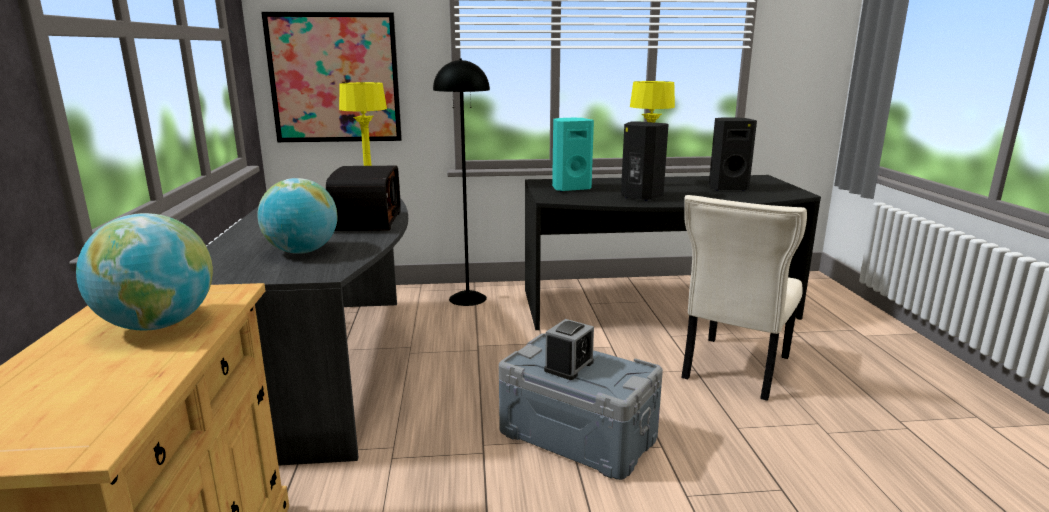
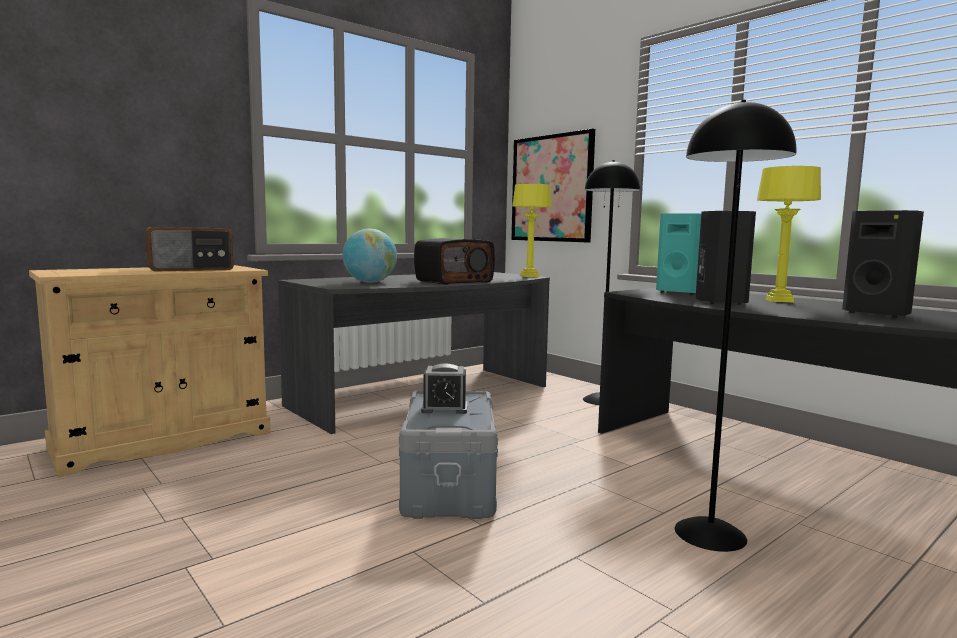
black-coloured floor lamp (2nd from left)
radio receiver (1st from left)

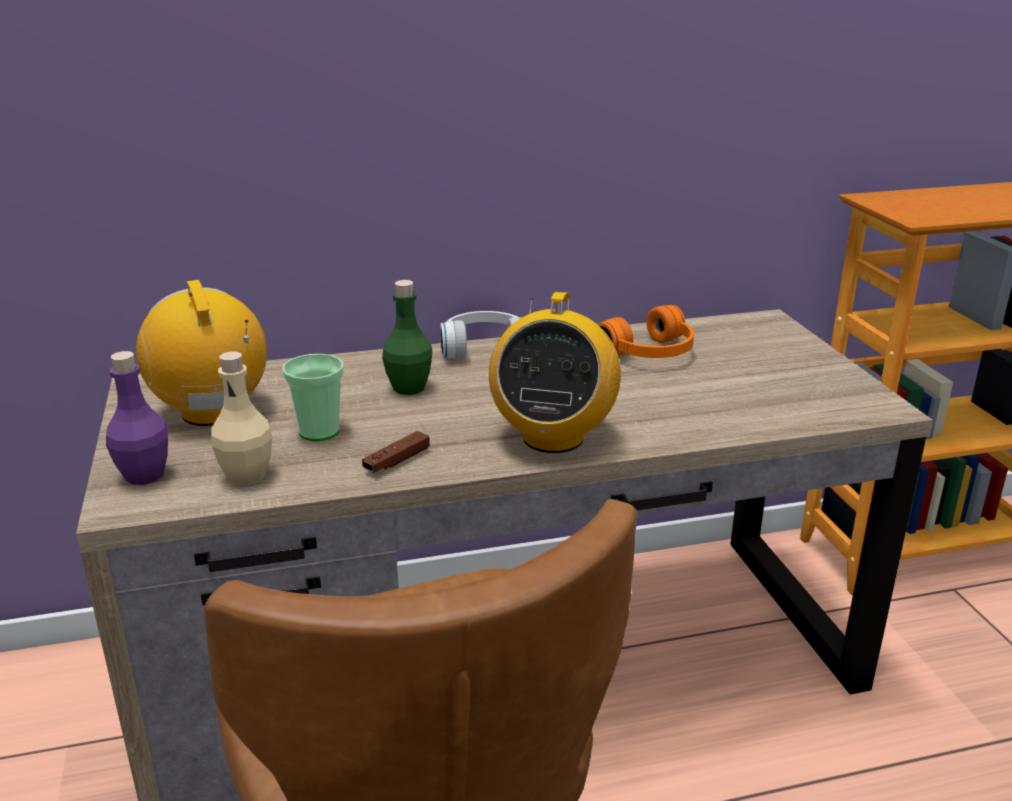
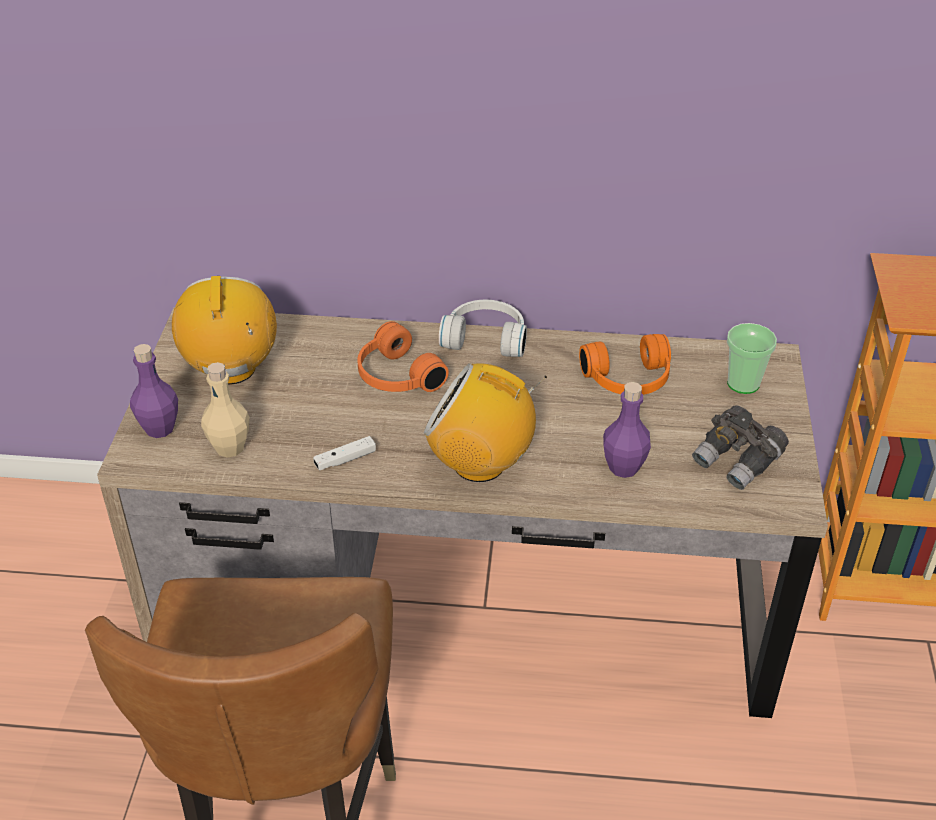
orange-coloured headphones (1st from left)
radio receiver (2nd from left)
small cup
white-coloured joypad
purplish bottle (2nd from left)
gray pair of binoculars

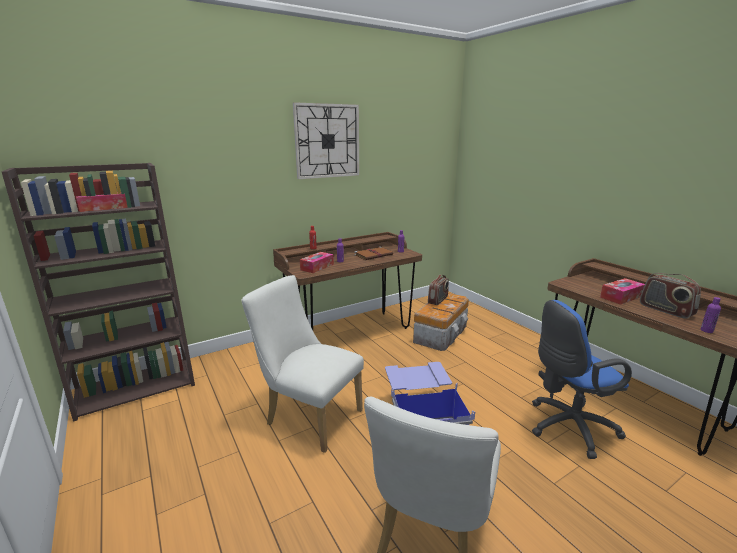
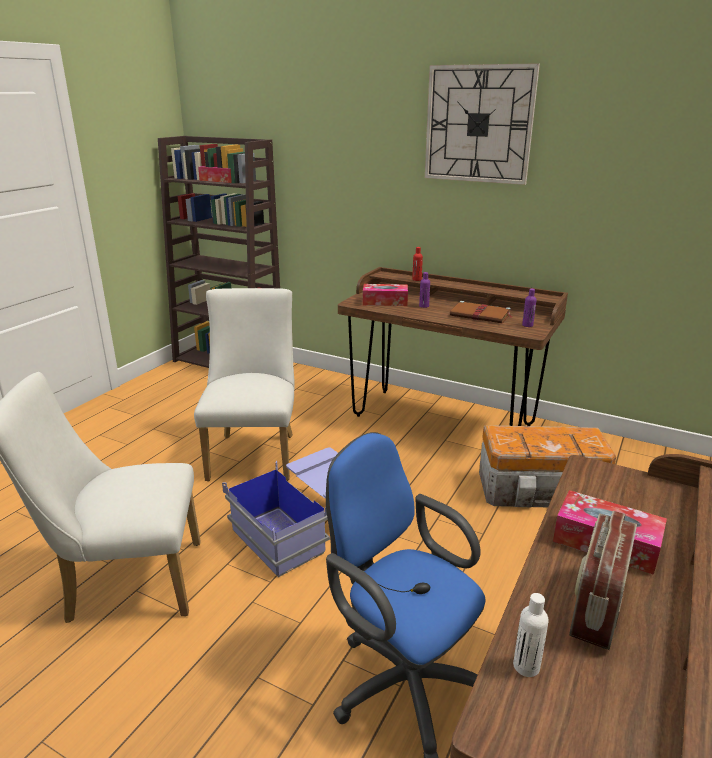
radio receiver (1st from left in the first image)
white-coloured bottle

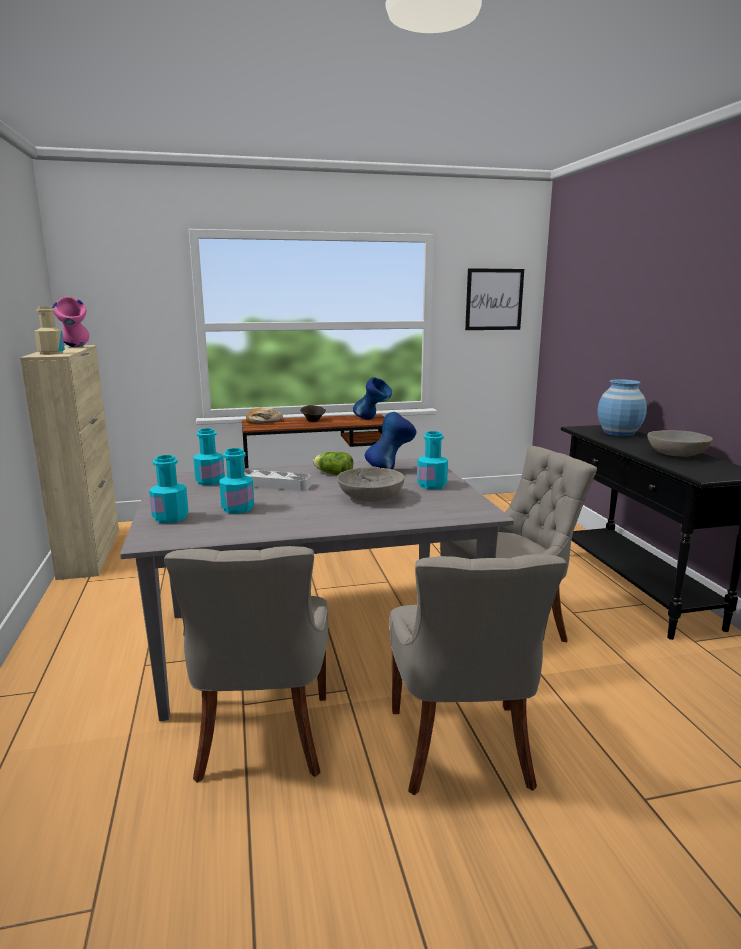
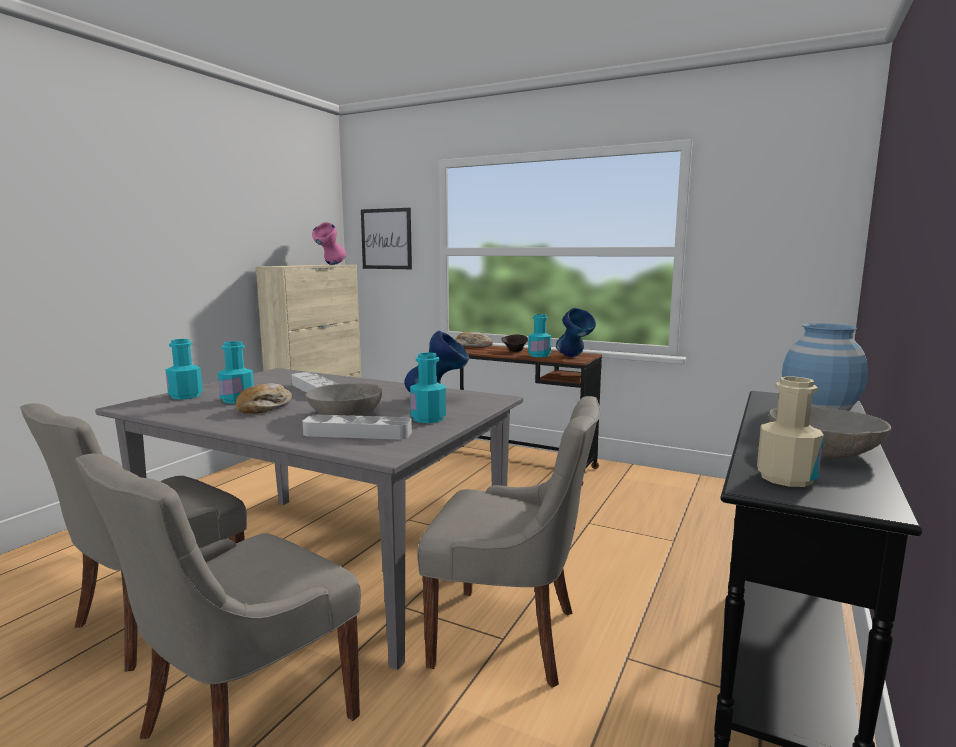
wall picture
beige bottle
blue-green bottle (4th from left)
lettuce
bakery bread (1st from left)
gray carrying tray (2nd from left)

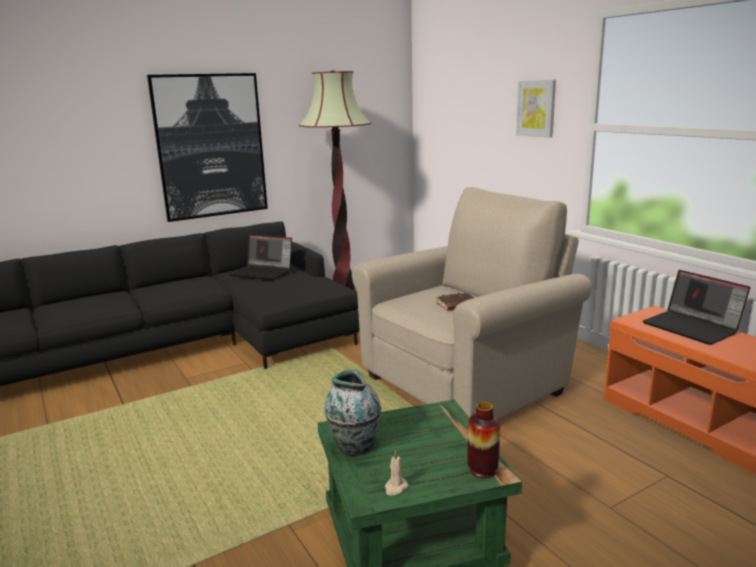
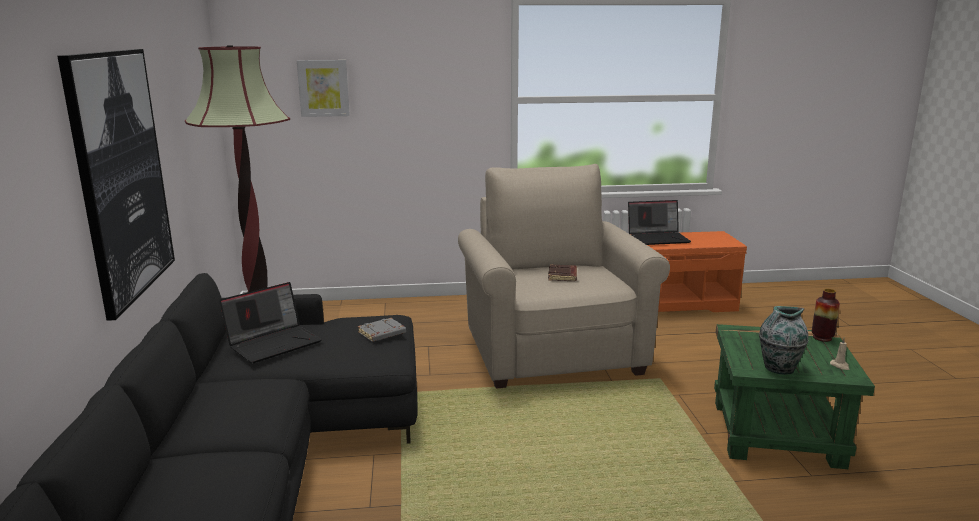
wall picture (2nd from left)
gray book

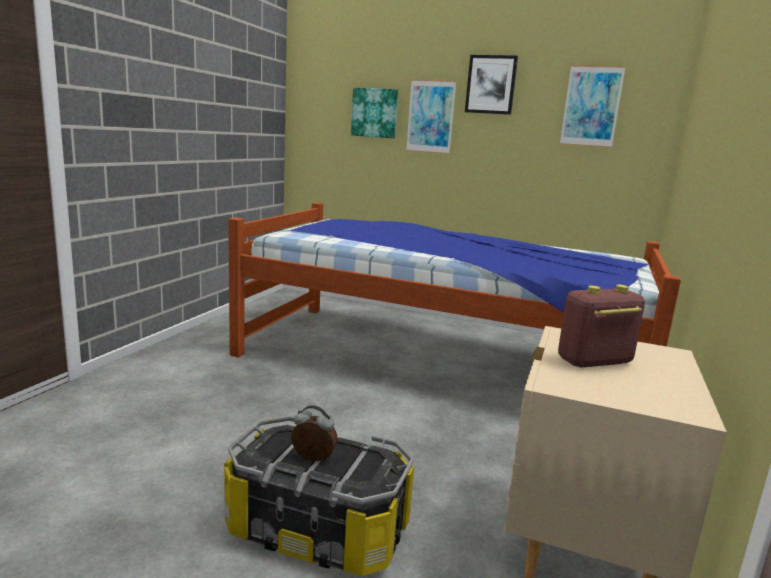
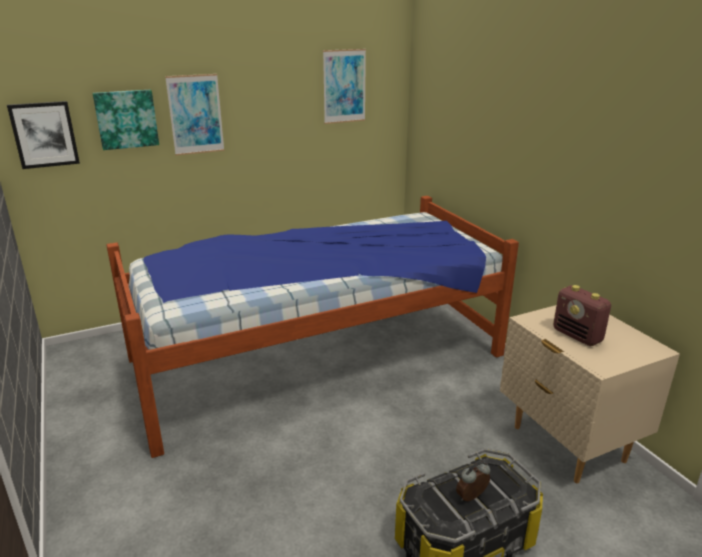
wall picture (1st from left)
radio receiver

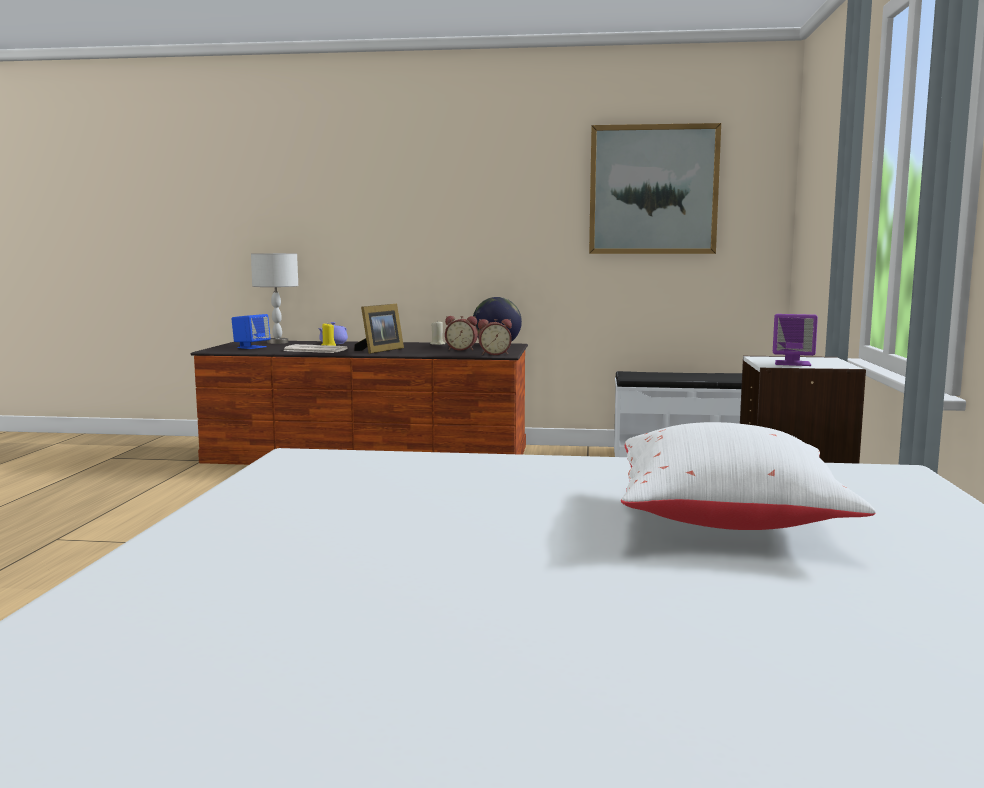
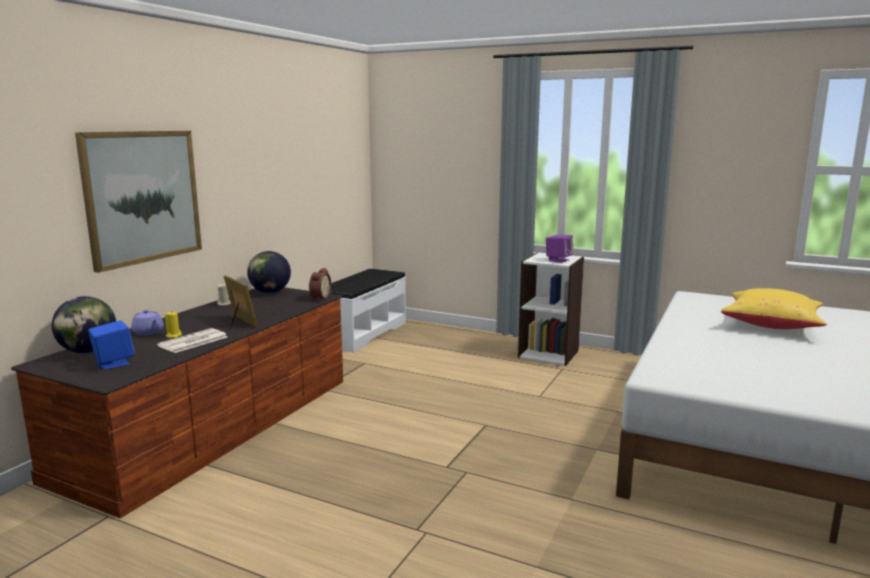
wall picture
desk globe (1st from left)
alarm clock (1st from left in the first image)
yellowish cushion

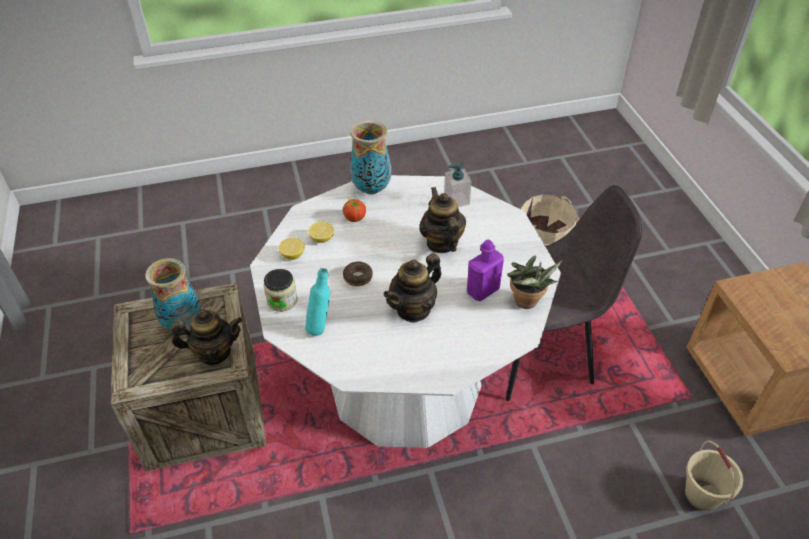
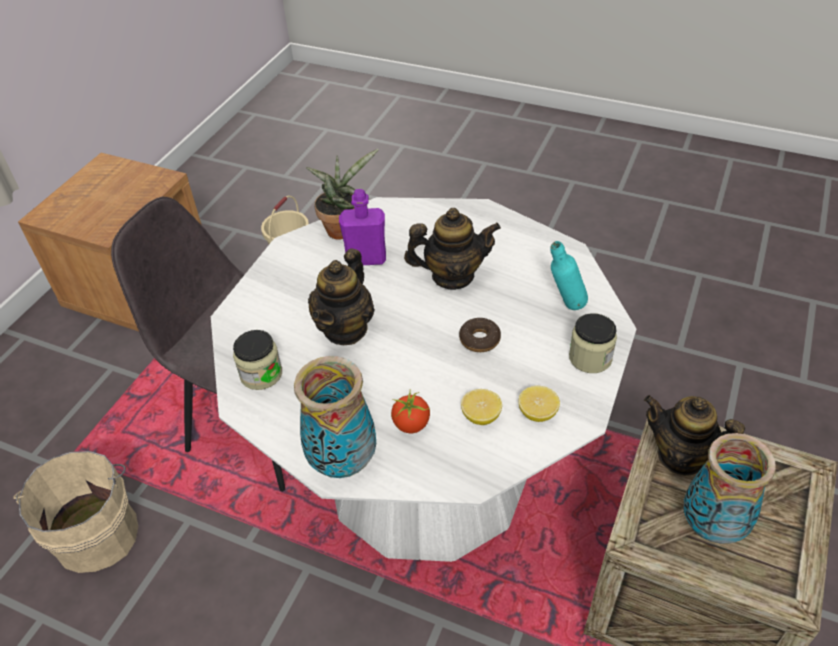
preserve jar (1st from left)

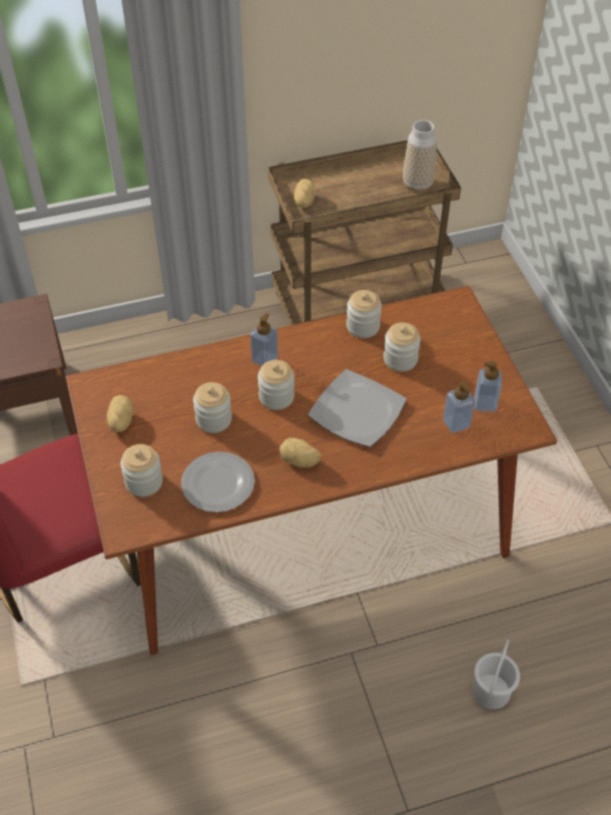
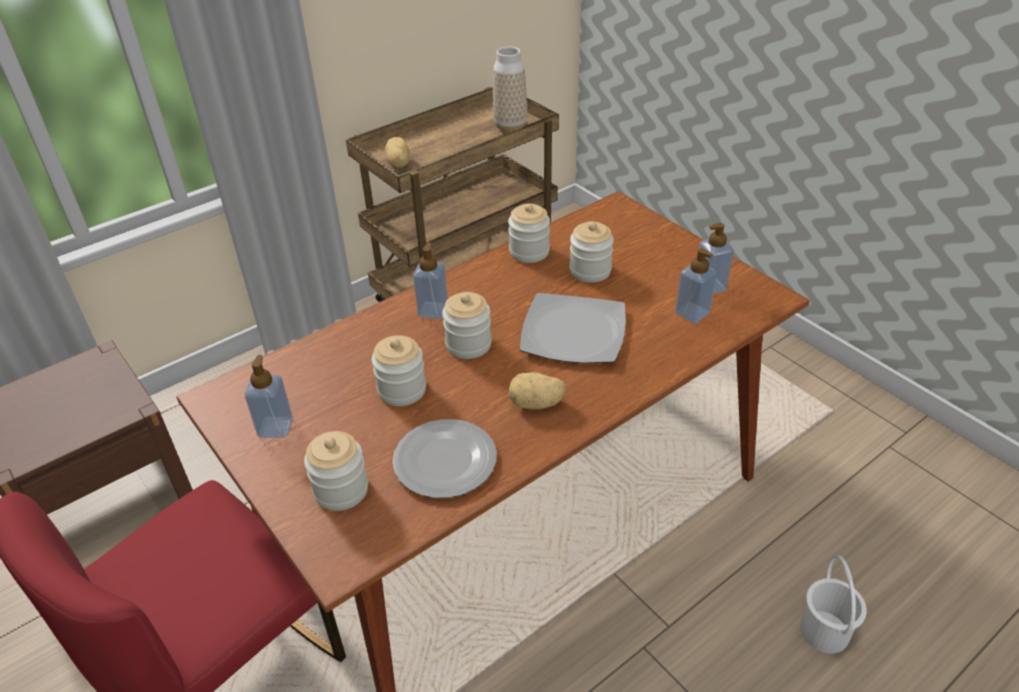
soap bottle (1st from left)

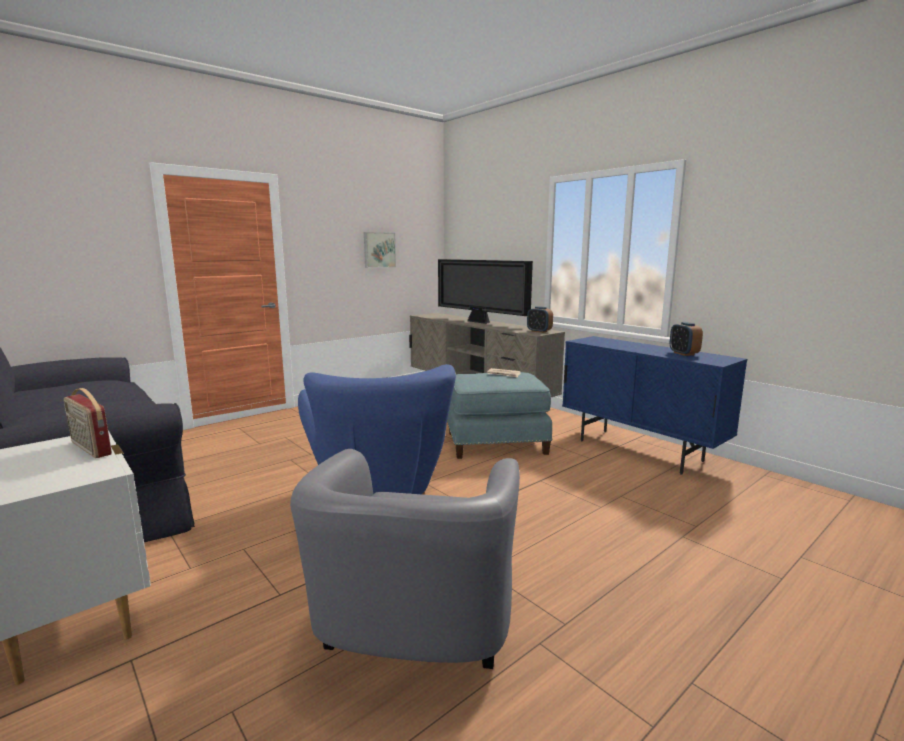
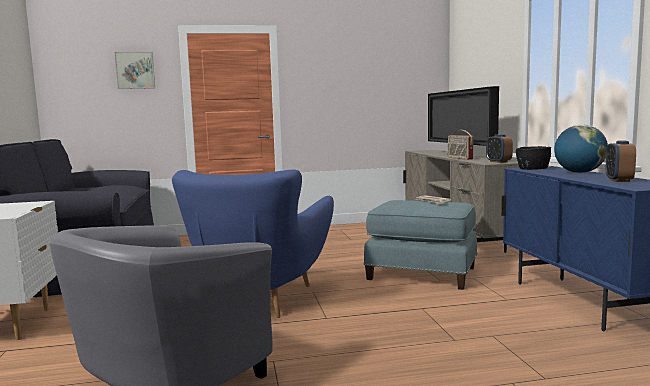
wall picture
radio receiver
desk globe
black-coloured bowl

